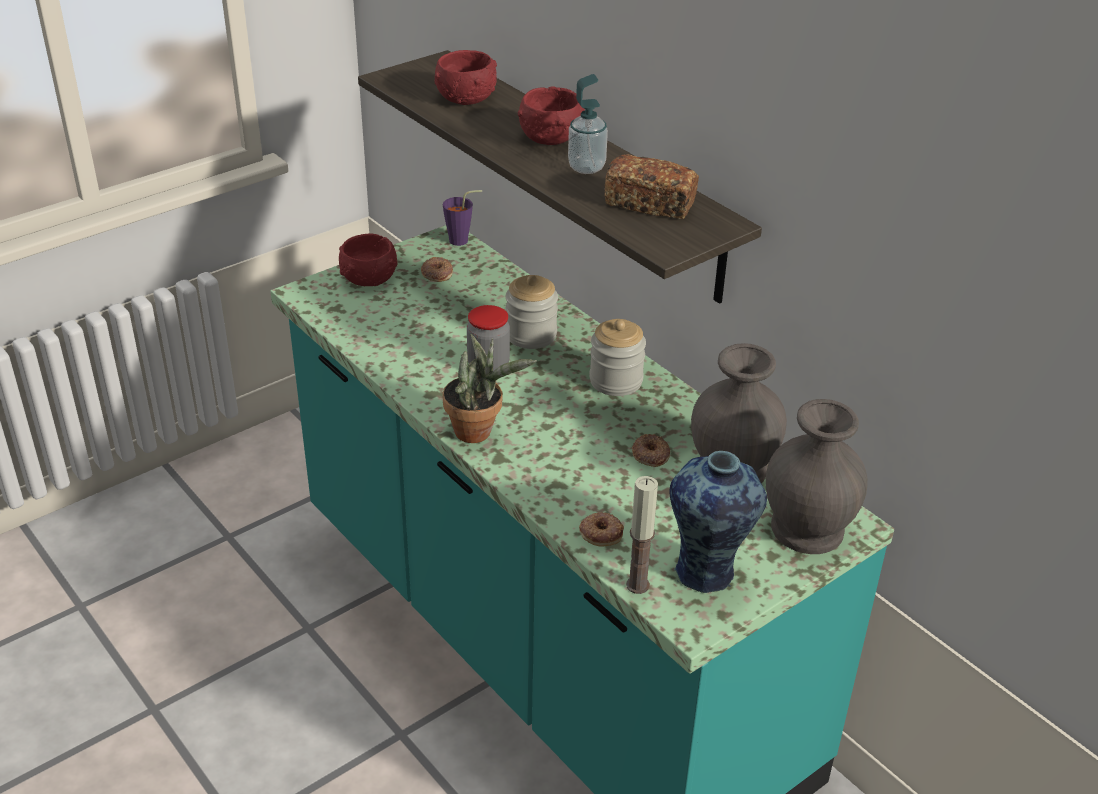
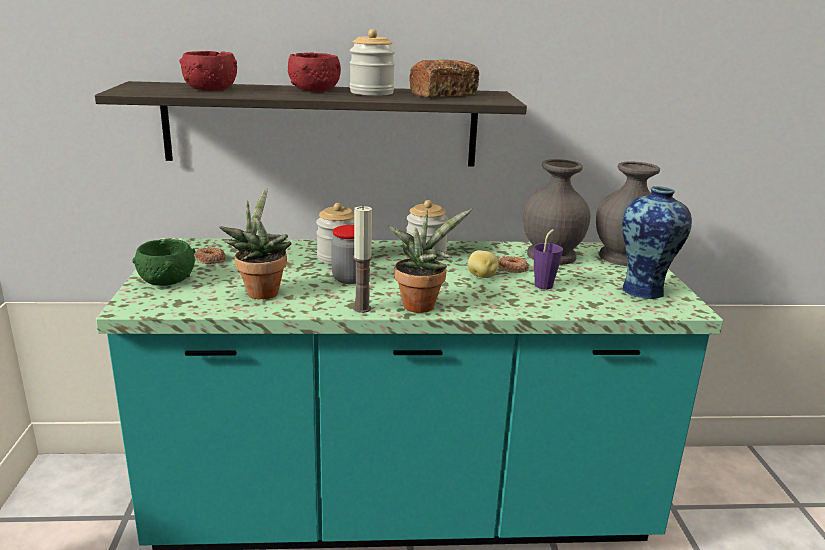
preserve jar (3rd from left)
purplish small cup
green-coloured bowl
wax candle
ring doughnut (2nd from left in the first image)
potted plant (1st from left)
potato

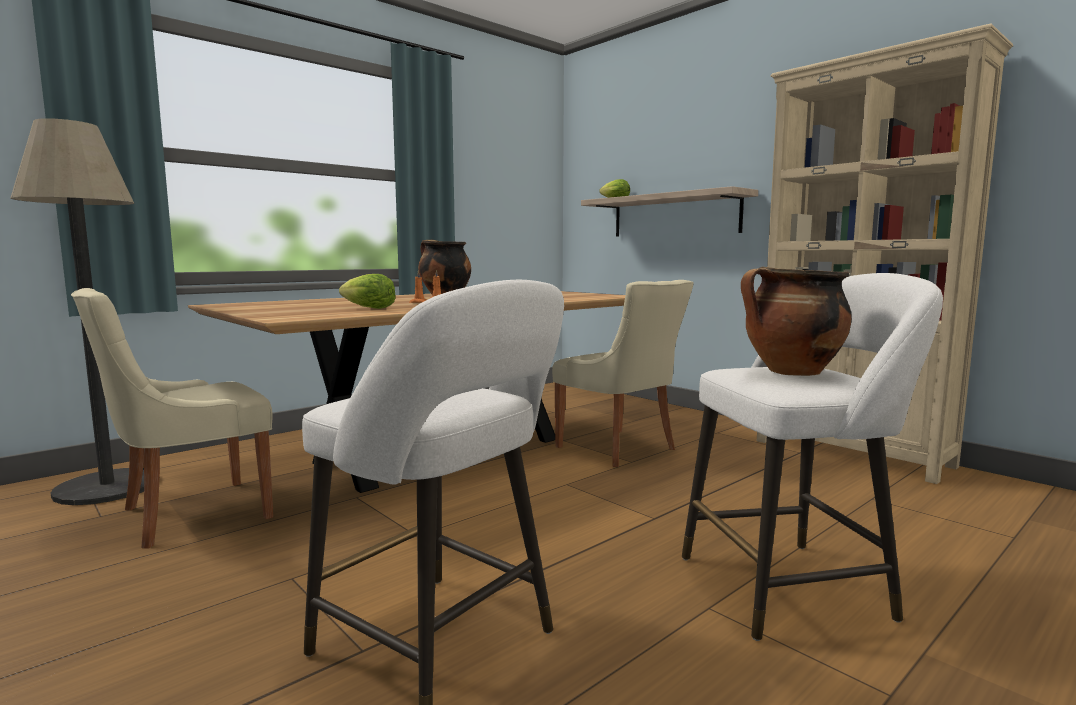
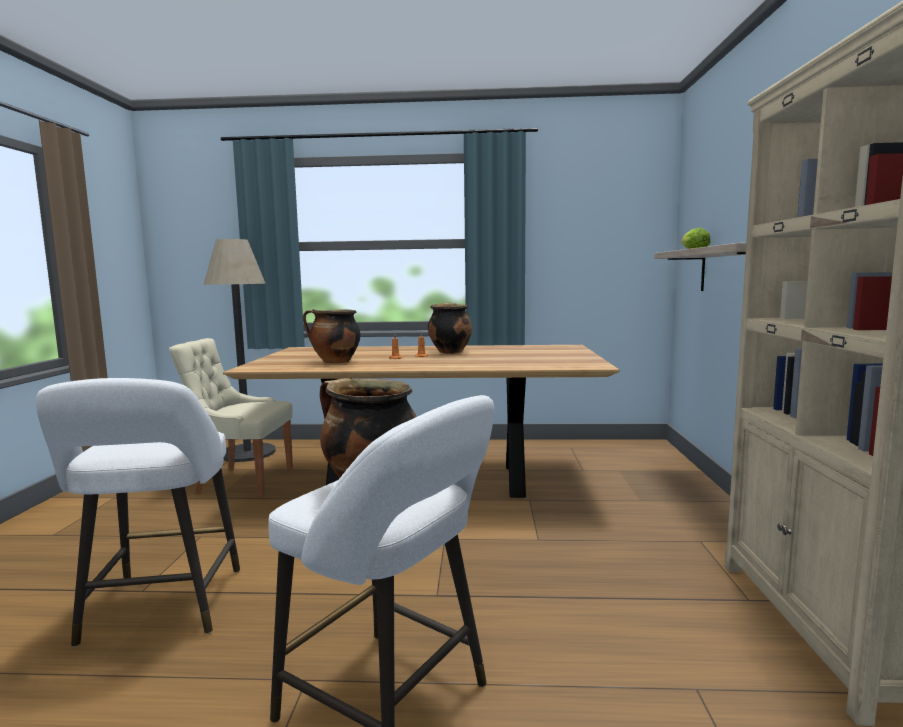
cooking pot (1st from left)
beige plain chair (2nd from left in the first image)

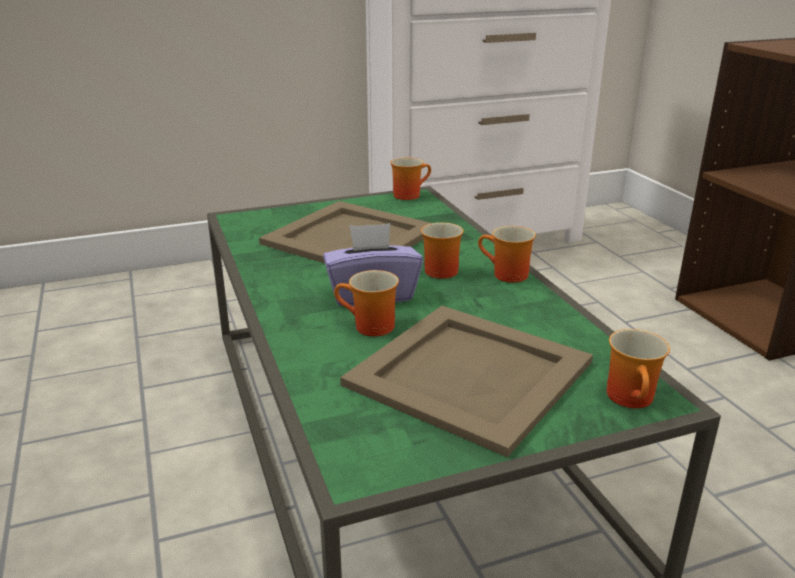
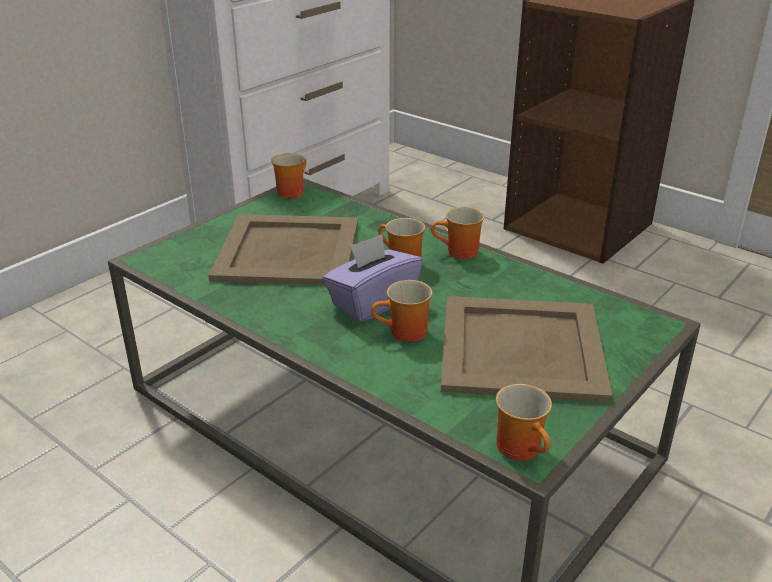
mug (5th from left)

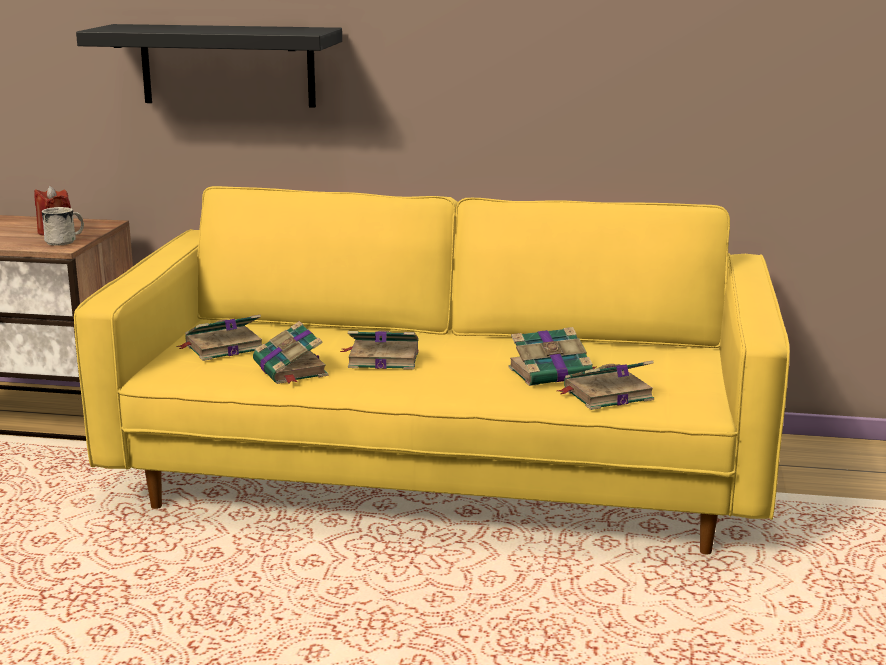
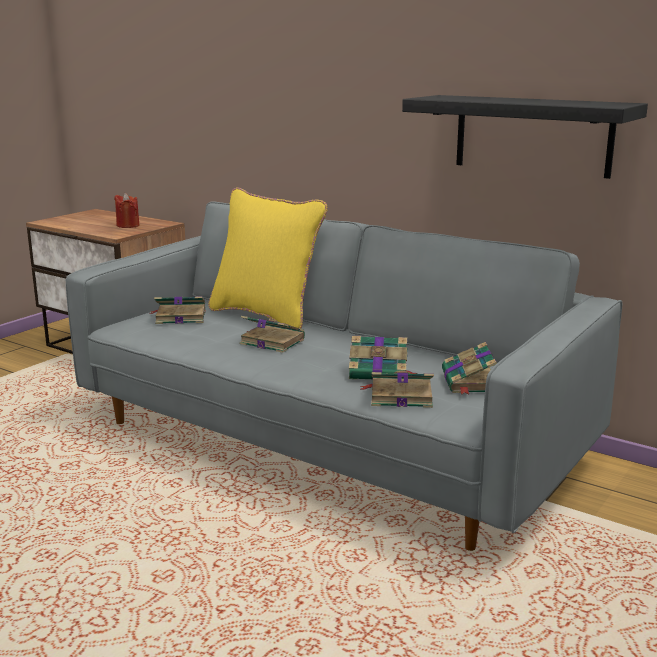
black-coloured wall shelf
gray sofa
white-coloured mug
book (5th from left)
yellowish cushion

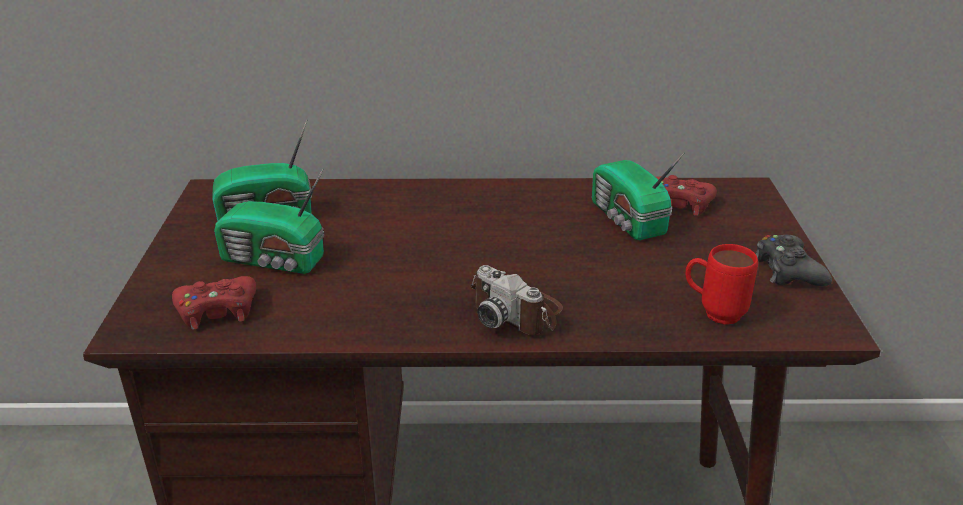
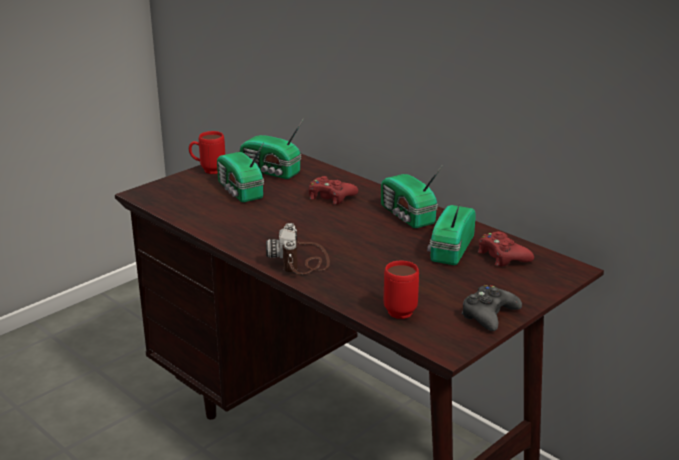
red joypad (1st from left)
red mug (1st from left)
radio receiver (3rd from left)

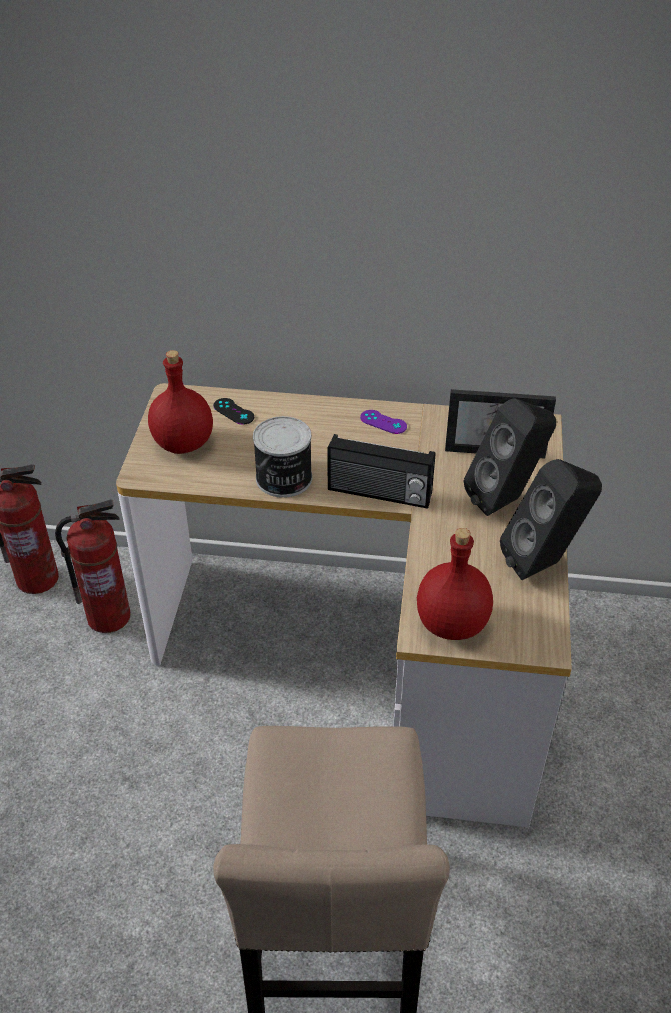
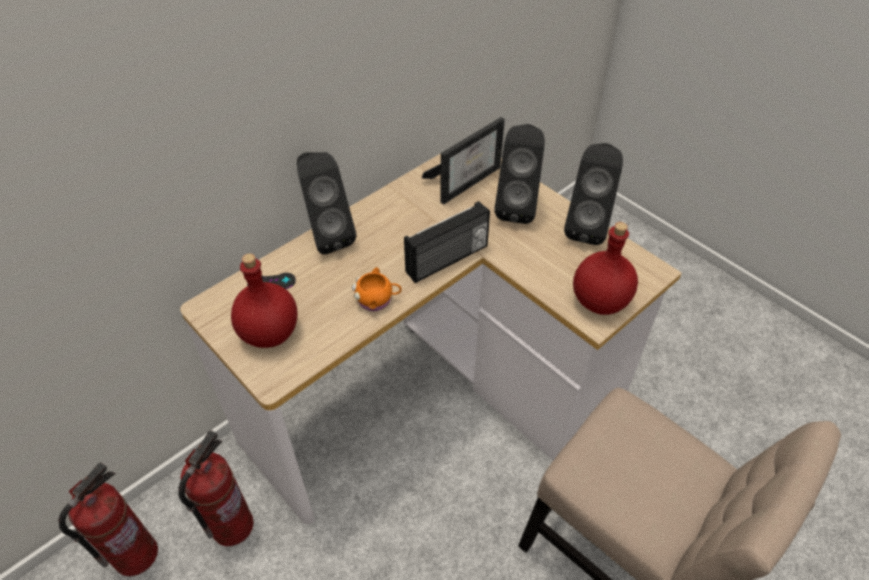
purplish joypad
orange-coloured mug
black-coloured speaker (1st from left)

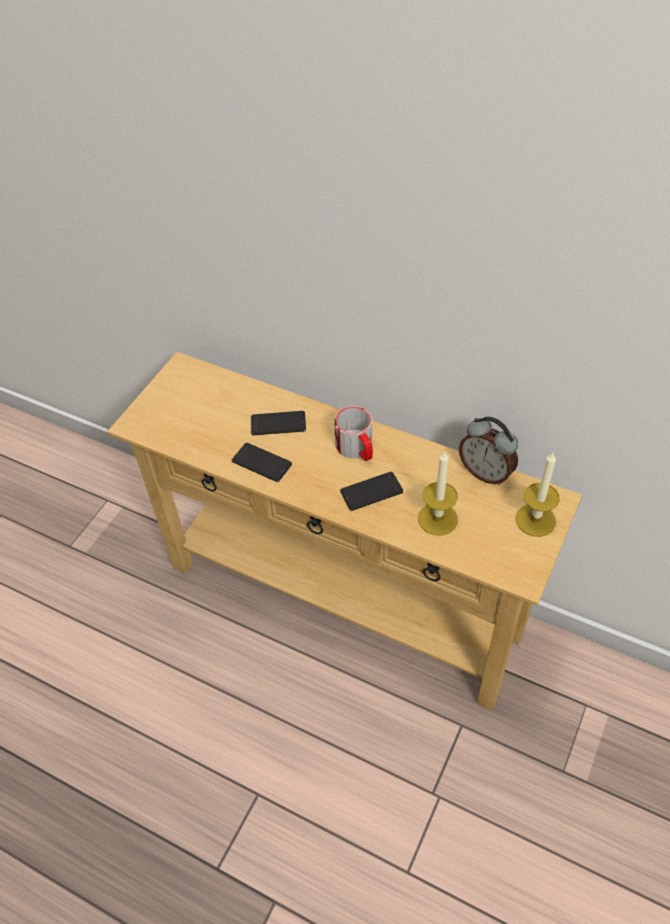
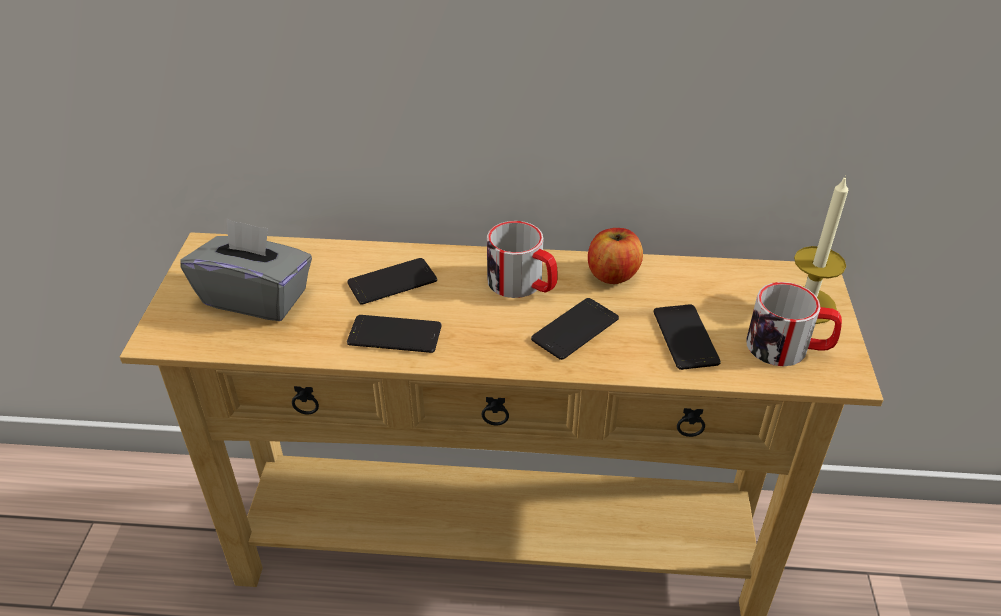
alarm clock
phone (4th from left)
gray tissue holder
apple
mug (2nd from left)

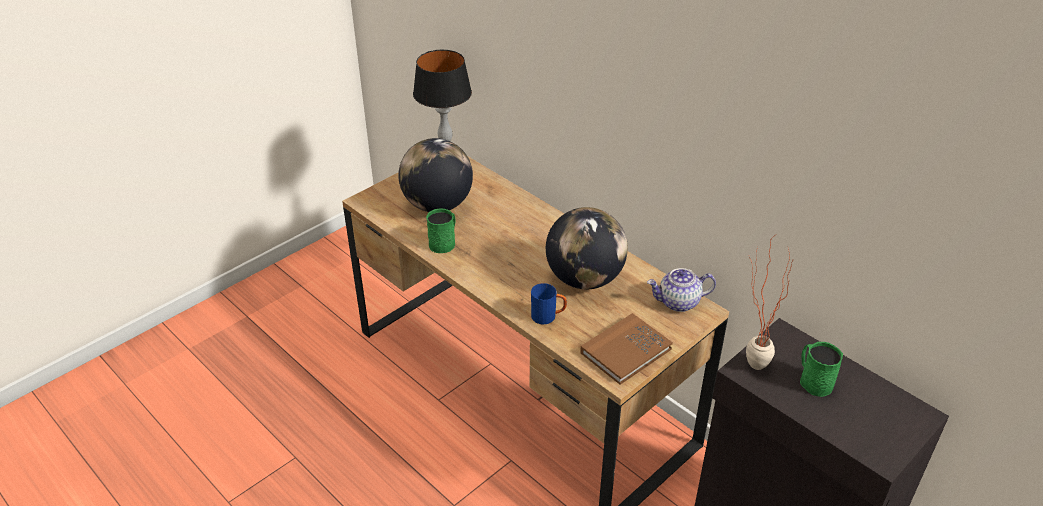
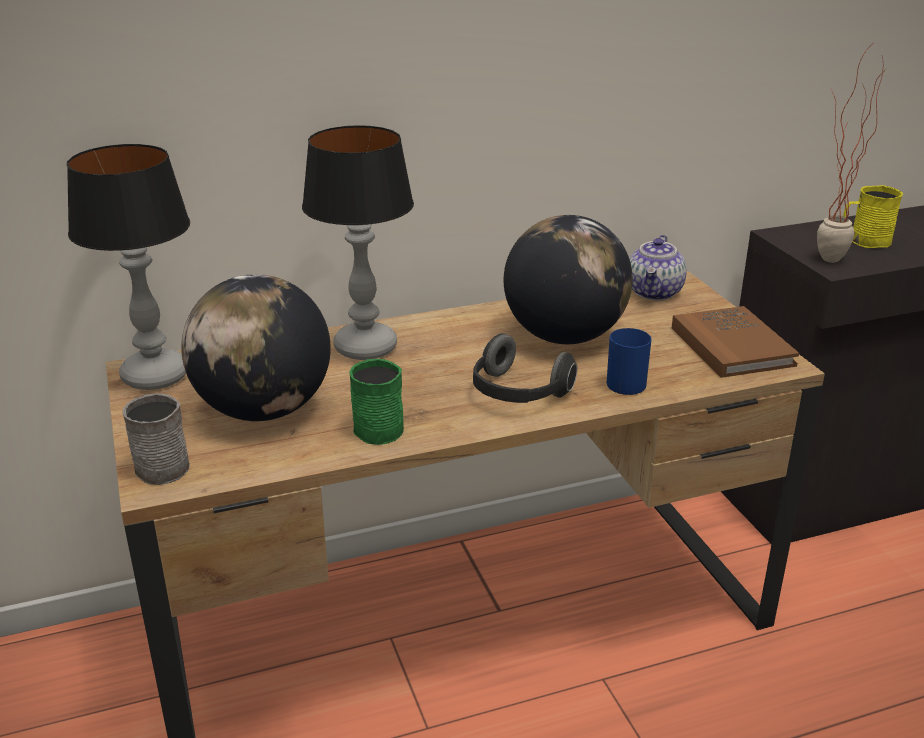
yellowish mug
table lamp (2nd from left)
headphones
gray mug

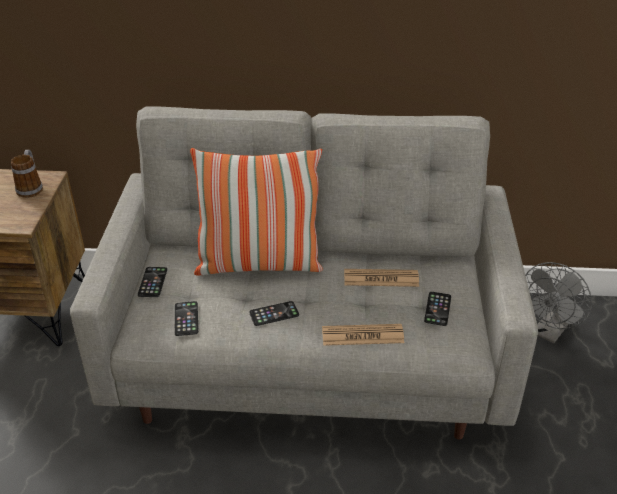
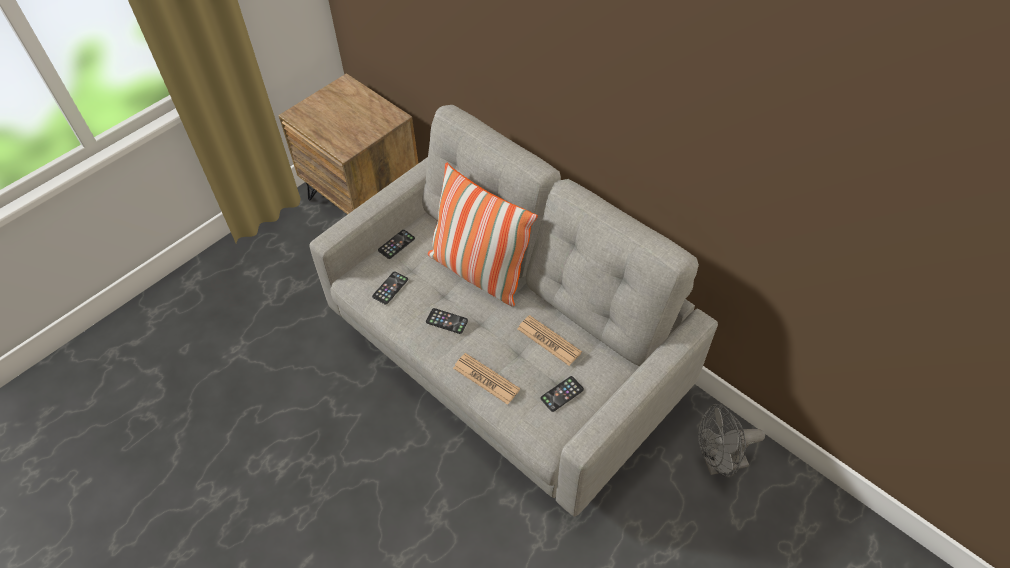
mug

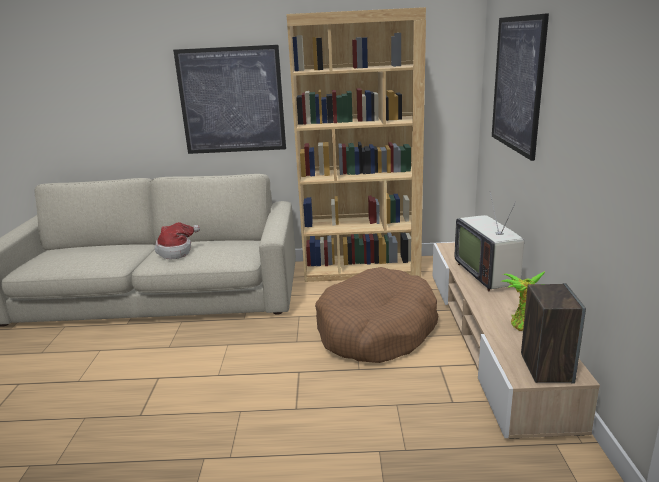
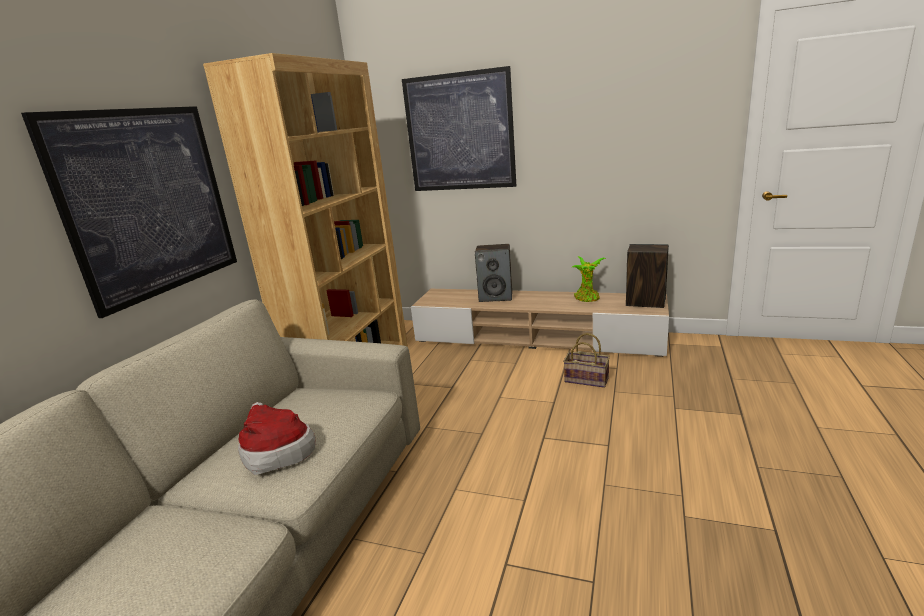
speaker (1st from left)
brown-coloured dog cushion
household basket

